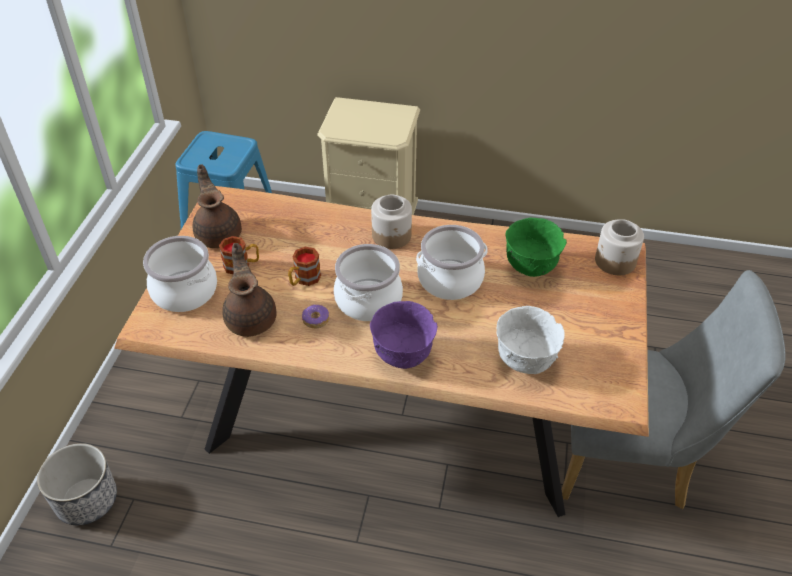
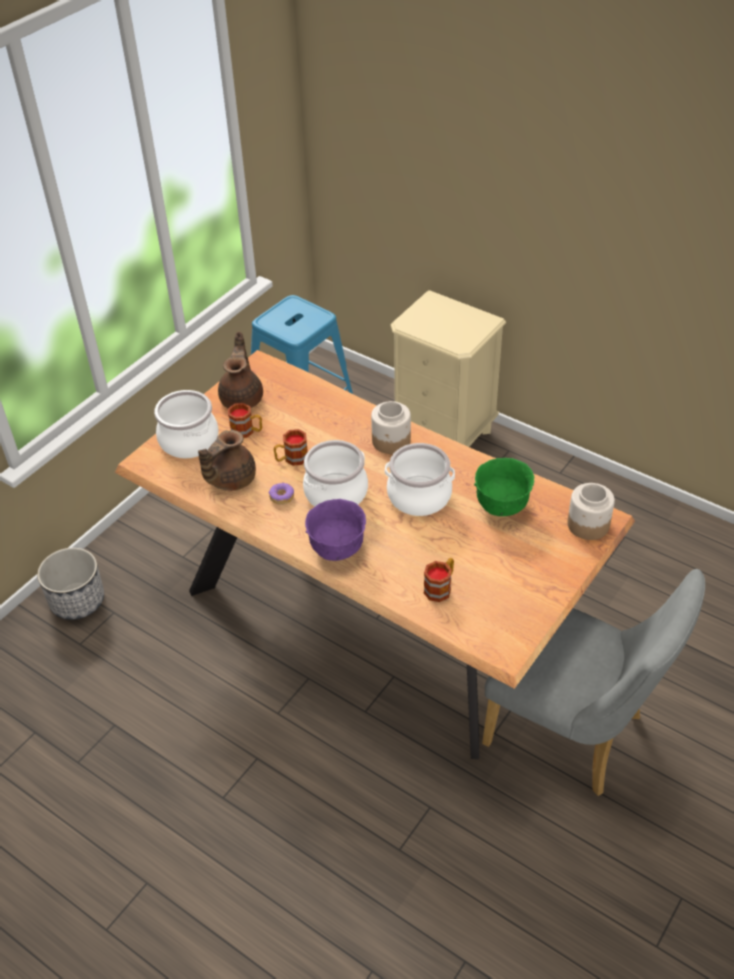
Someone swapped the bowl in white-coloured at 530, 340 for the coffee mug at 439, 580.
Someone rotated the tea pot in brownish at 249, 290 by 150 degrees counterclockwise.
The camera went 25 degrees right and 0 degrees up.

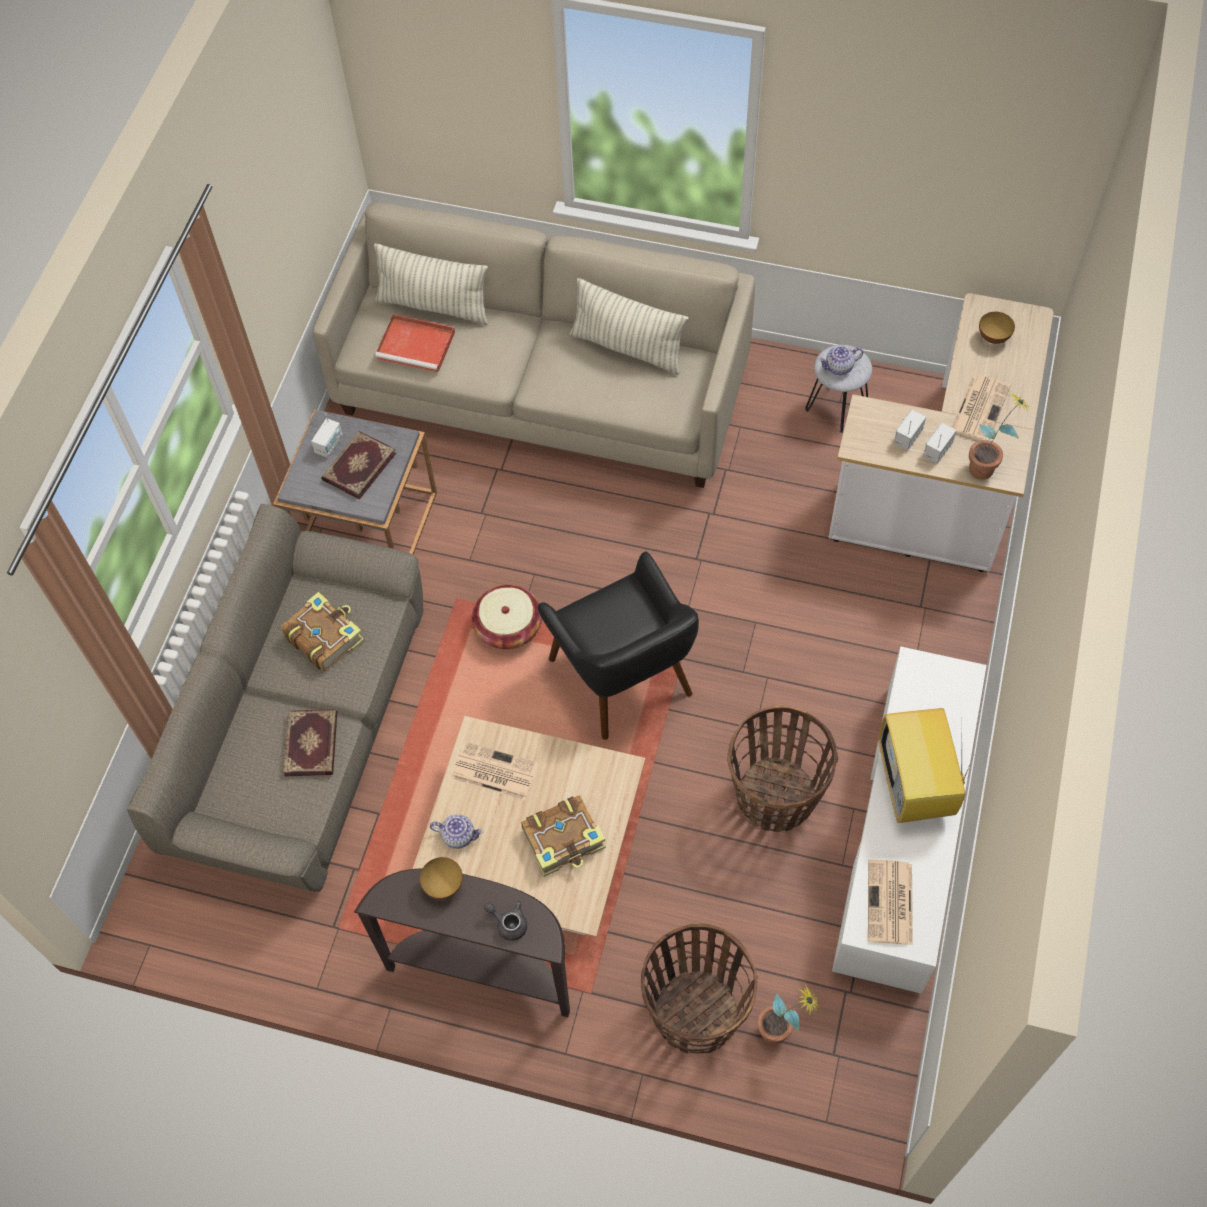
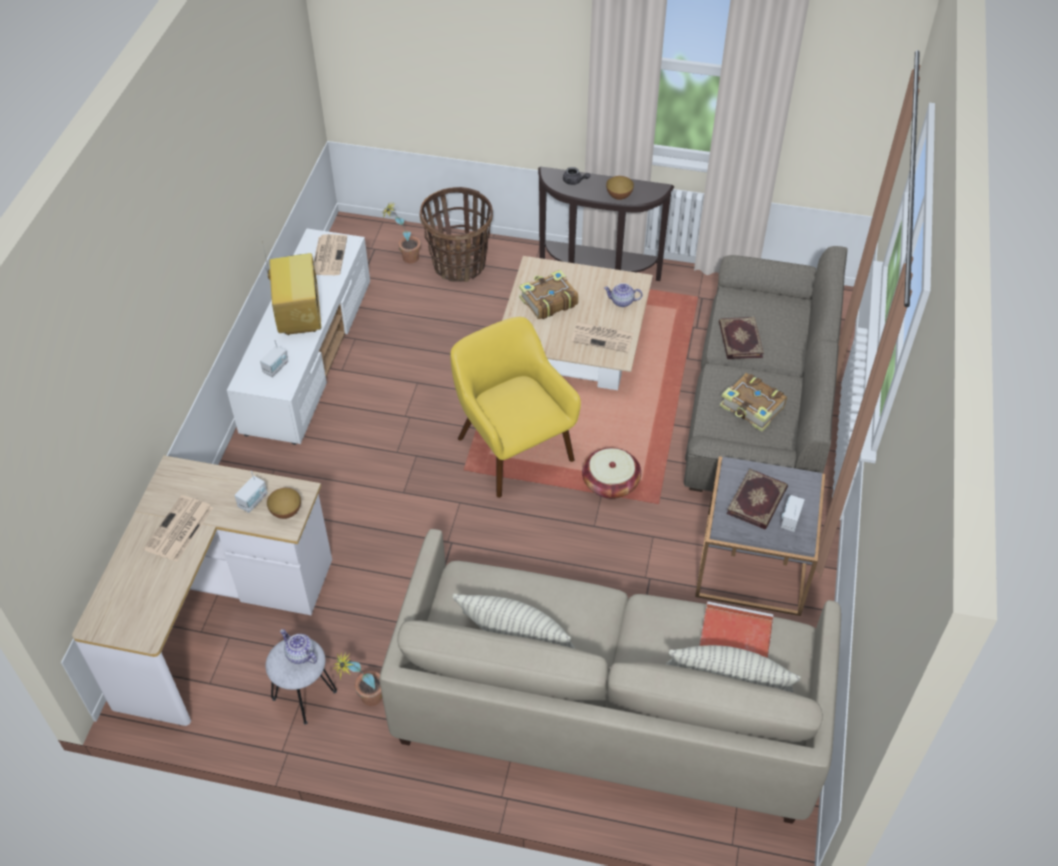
Someone took away the basket at 783, 768.
Someone carried the radio set from 939, 443 to 274, 358.
Someone carried the houseplant from 1000, 436 to 357, 679.
Someone carried the bowl from 997, 328 to 284, 503.
Someone repainted the easy chair in black-coloured at 618, 646, which became the easy chair in yellow-coloured at 515, 407.
Someone rotated the tea pot at 841, 360 by 120 degrees counterclockwise.
The camera went 175 degrees right and 10 degrees down.

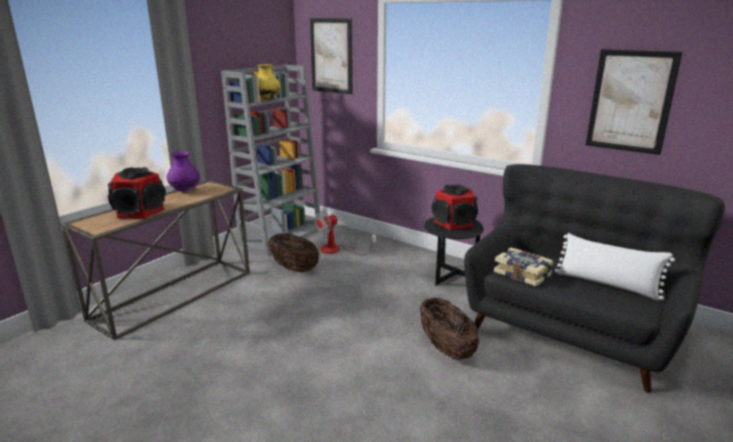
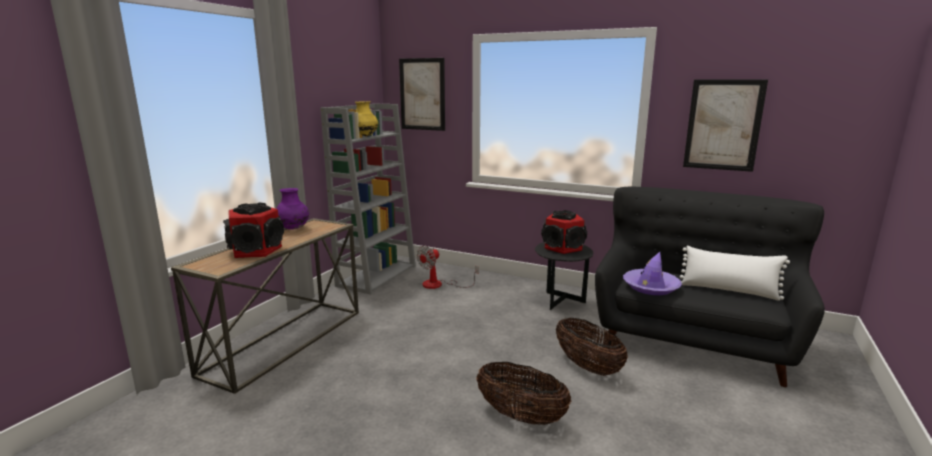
Someone carried the basket from 294, 252 to 523, 393.
Someone swapped the volume at 523, 266 for the wearable hat in purple-coloured at 652, 273.
The camera went 10 degrees left and 5 degrees down.

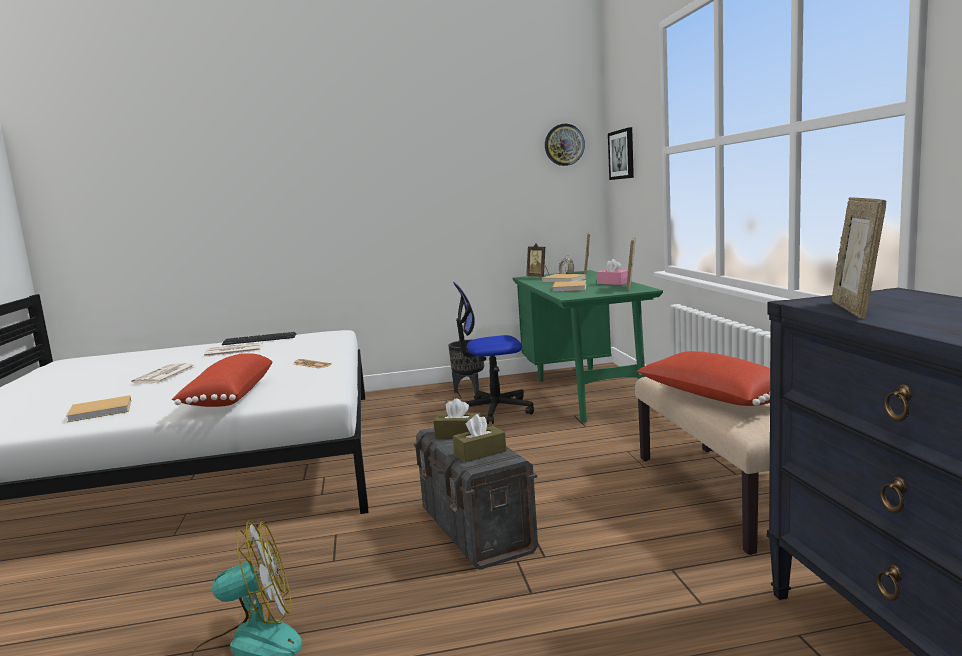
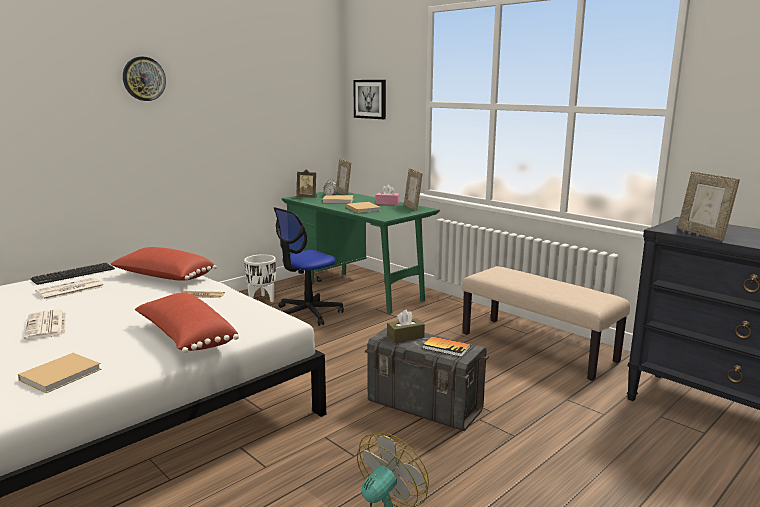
Someone carried the hanging clock from 565, 145 to 144, 79.
Someone carried the cushion in red-coloured from 703, 378 to 163, 264.
Someone swapped the tissue box in brownish at 479, 438 for the volume at 446, 346.
Someone repainted the plant pot in black-coloured at 466, 367, which became the plant pot in white-coloured at 260, 278.
The camera went 35 degrees left and 5 degrees up.

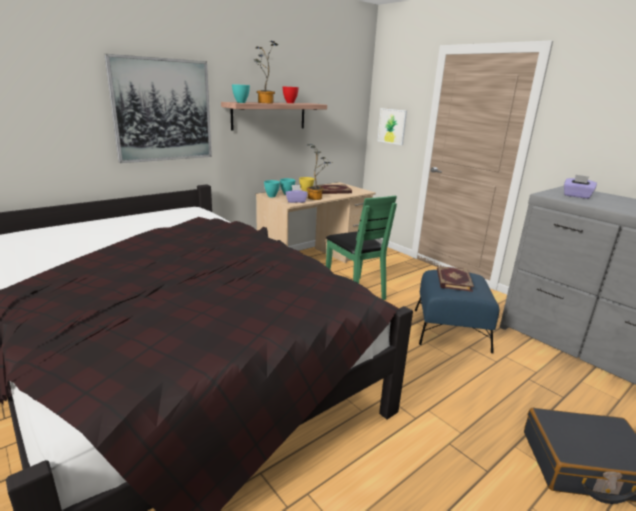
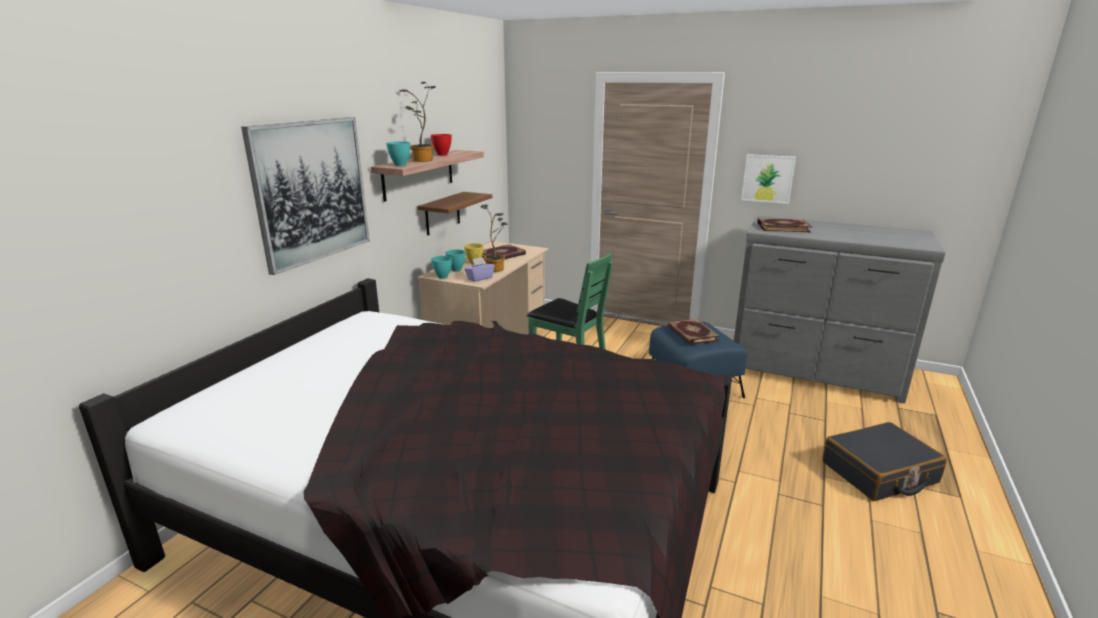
Someone put up the bracket shelf in brownish at 454, 214.
Someone carried the wall art from 392, 126 to 768, 179.
Someone swapped the tissue box in purple-coloured at 580, 187 for the volume at 784, 225.
The camera went 25 degrees left and 0 degrees up.

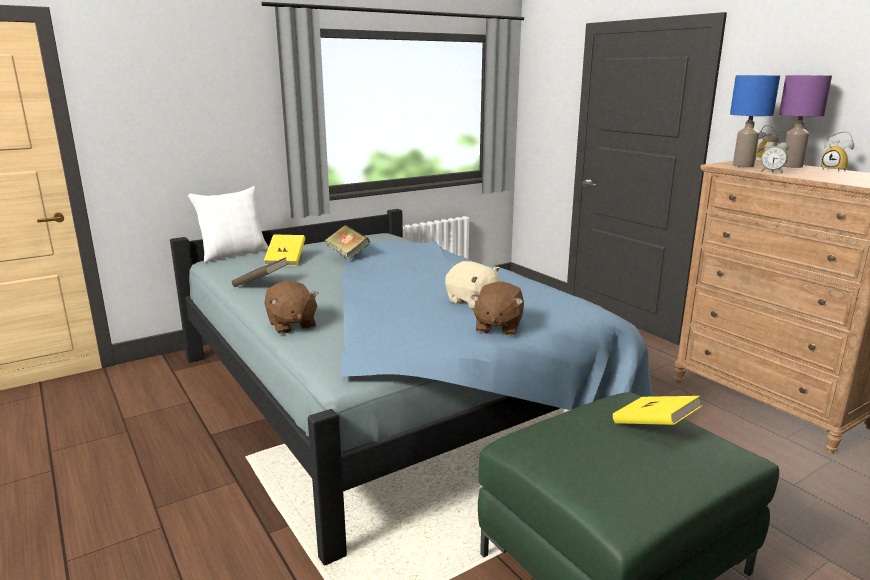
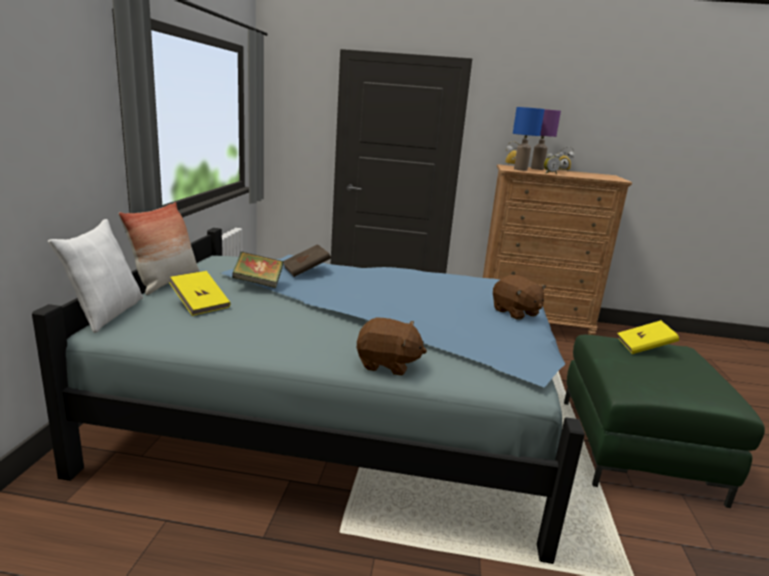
Someone took away the plush toy in sand-coloured at 472, 284.
Someone put down the cushion at 158, 248.
Someone carried the volume in brownish from 260, 272 to 307, 260.
The camera went 50 degrees left and 0 degrees up.

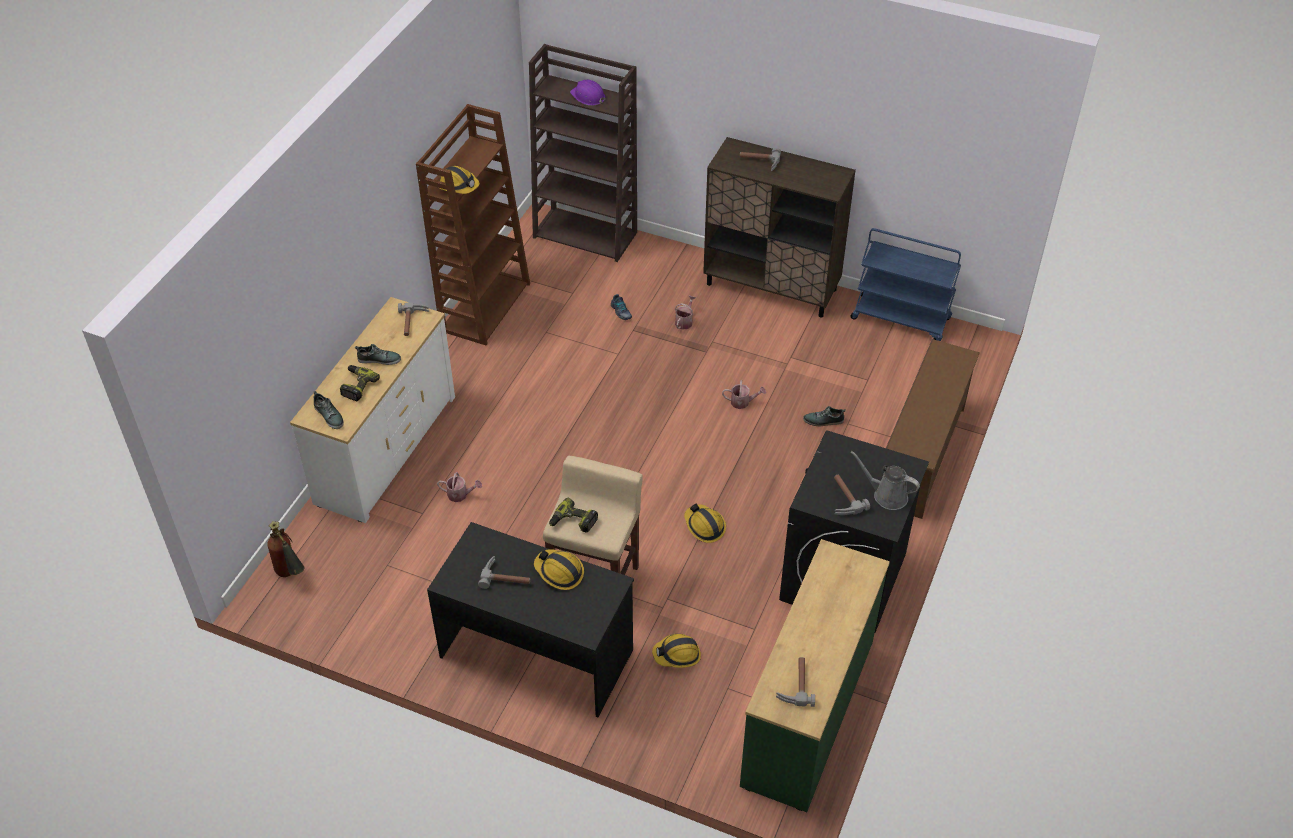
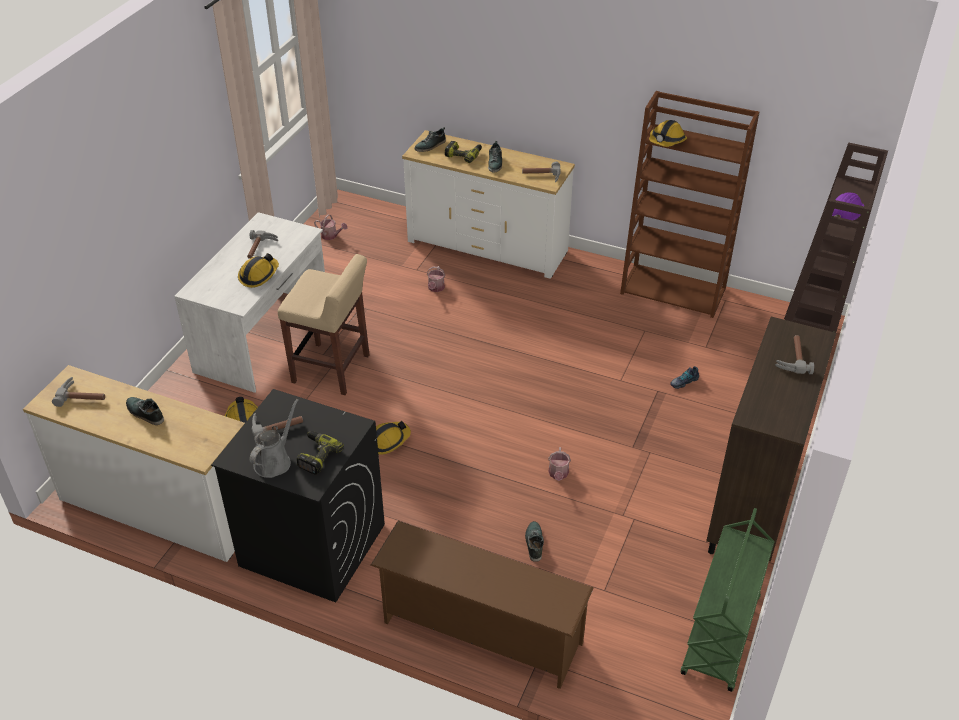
Someone took away the fire-fighting cylinder at 286, 549.
Someone put down the shoe at 145, 411.
Someone carried the electric drill from 573, 515 to 320, 453.
Someone carried the watering pot from 685, 312 to 331, 227.
Someone repainted the desk in black-coloured at 530, 619, which became the desk in white-coloured at 249, 302.
Someone repainted the chest of drawers in green-coloured at 815, 675, which became the chest of drawers in white-coloured at 134, 463.
Someone repainted the cart in blue-coloured at 906, 284, which became the cart in green-coloured at 728, 600.
The camera went 90 degrees right and 5 degrees down.

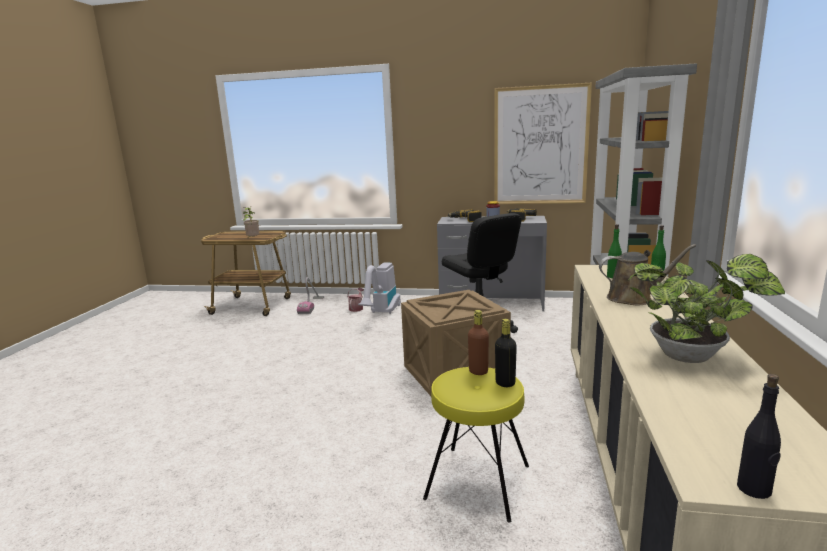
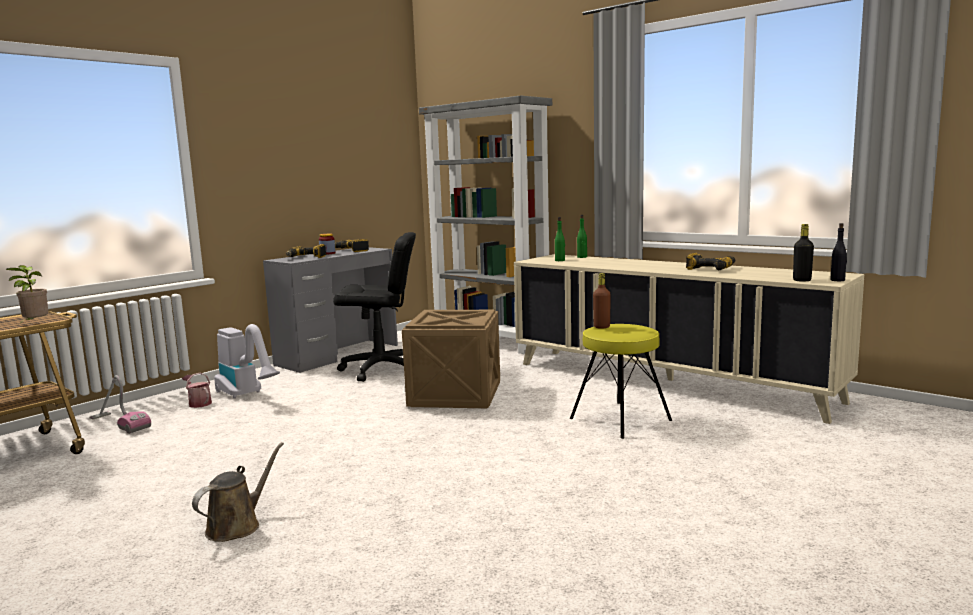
Someone took away the wall art at 543, 143.
Someone carried the drink bottle in black-coloured from 506, 353 to 803, 253.
Someone carried the watering pot in brownish from 647, 274 to 238, 492.
Someone swapped the houseplant at 707, 308 for the electric drill at 710, 261.
The camera went 60 degrees left and 5 degrees down.

